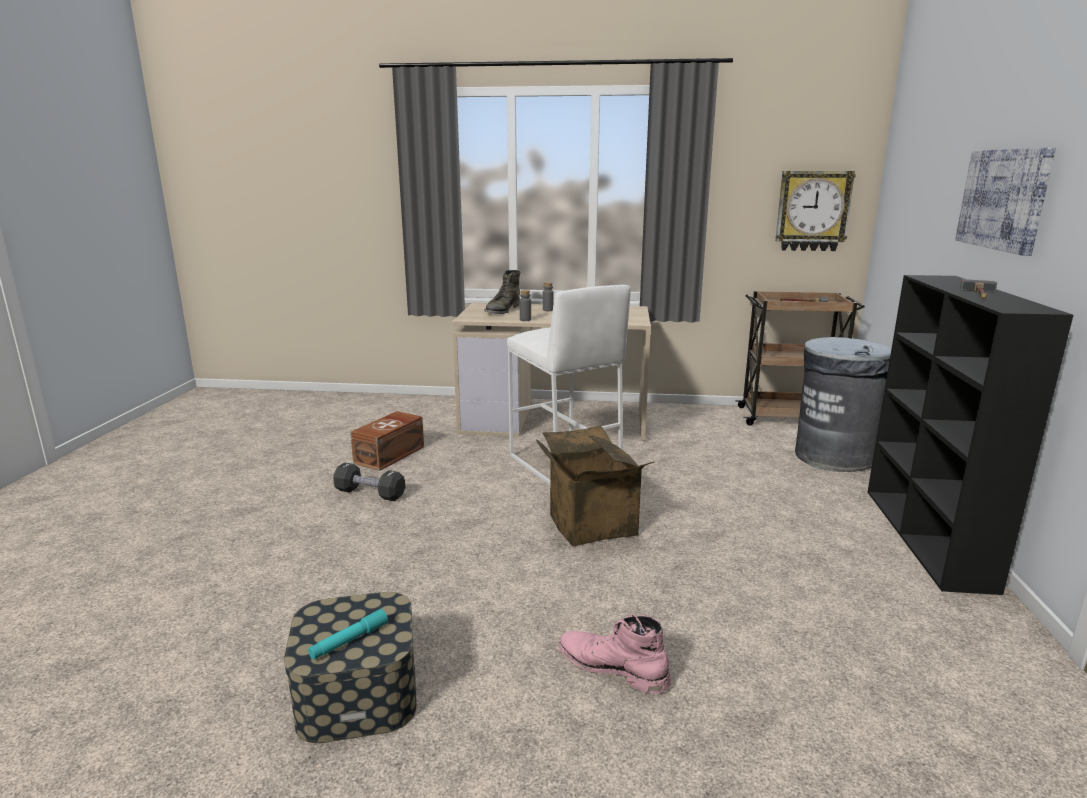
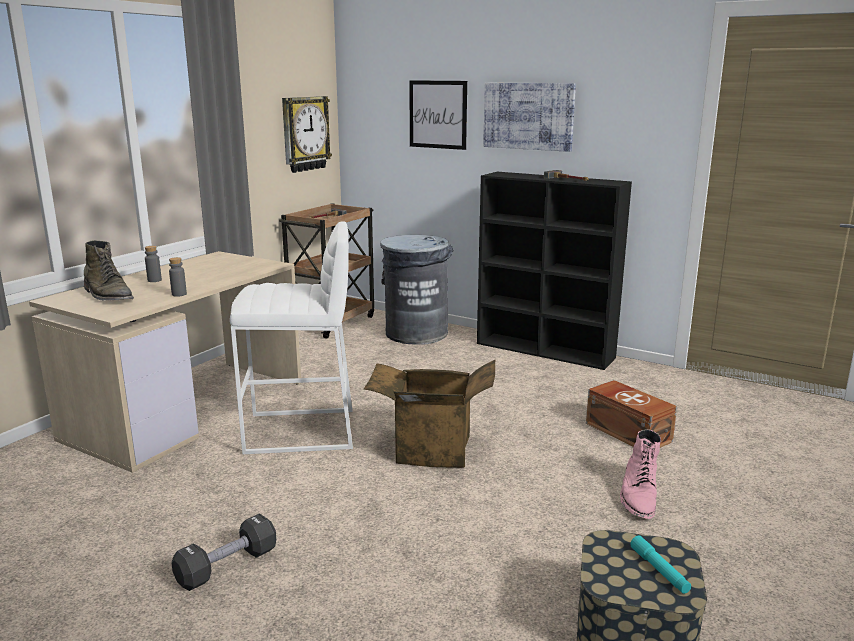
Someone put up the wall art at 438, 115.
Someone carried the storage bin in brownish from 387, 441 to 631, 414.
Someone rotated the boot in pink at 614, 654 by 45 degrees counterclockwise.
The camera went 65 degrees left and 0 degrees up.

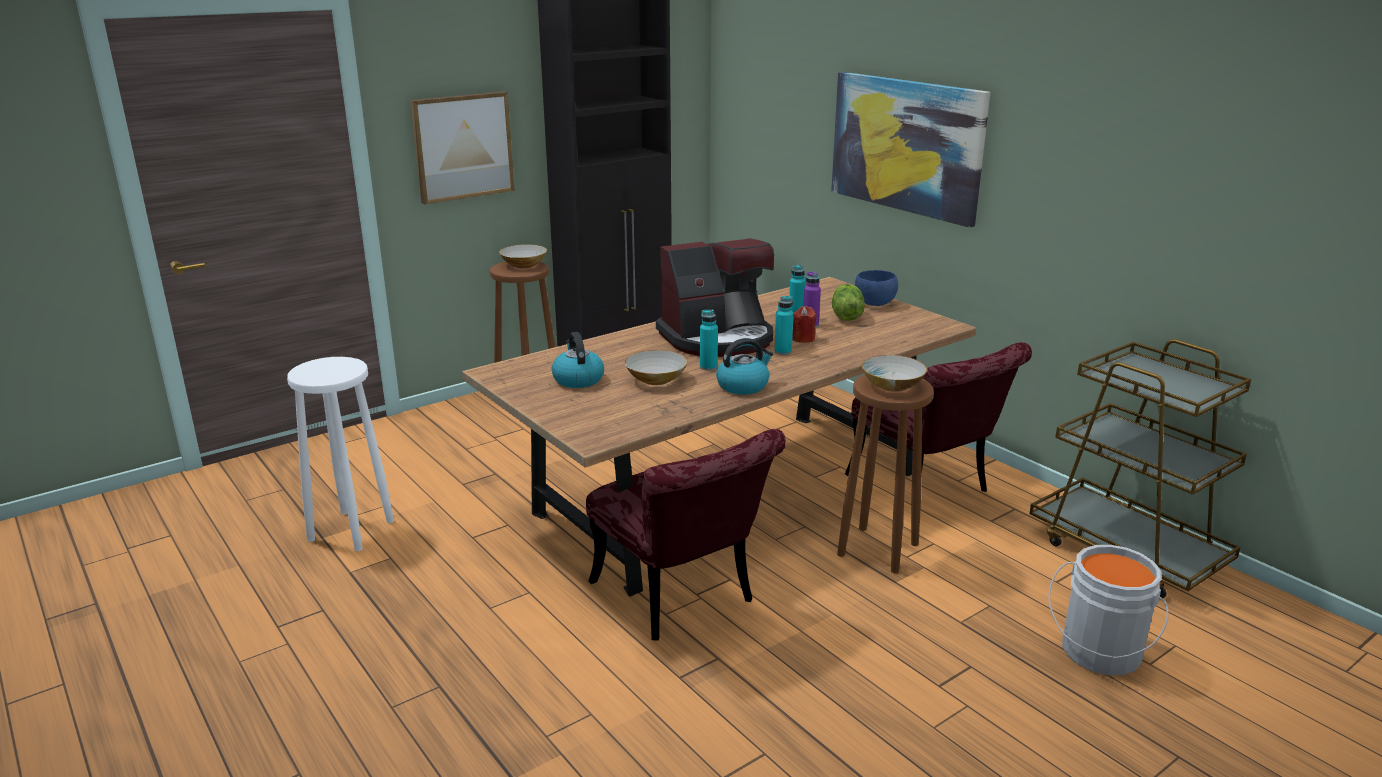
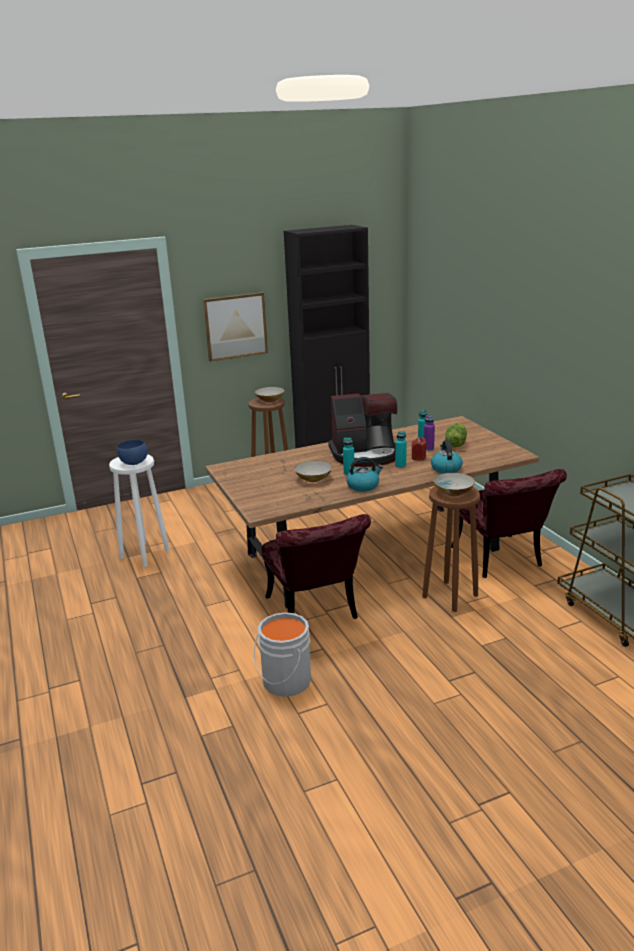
Someone took away the wall art at 910, 150.
Someone carried the kettle from 578, 360 to 447, 457.
Someone carried the bowl in blue-coloured from 876, 288 to 132, 452.
Someone carried the bucket in greyish from 1108, 610 to 282, 654.
The camera went 15 degrees right and 0 degrees up.

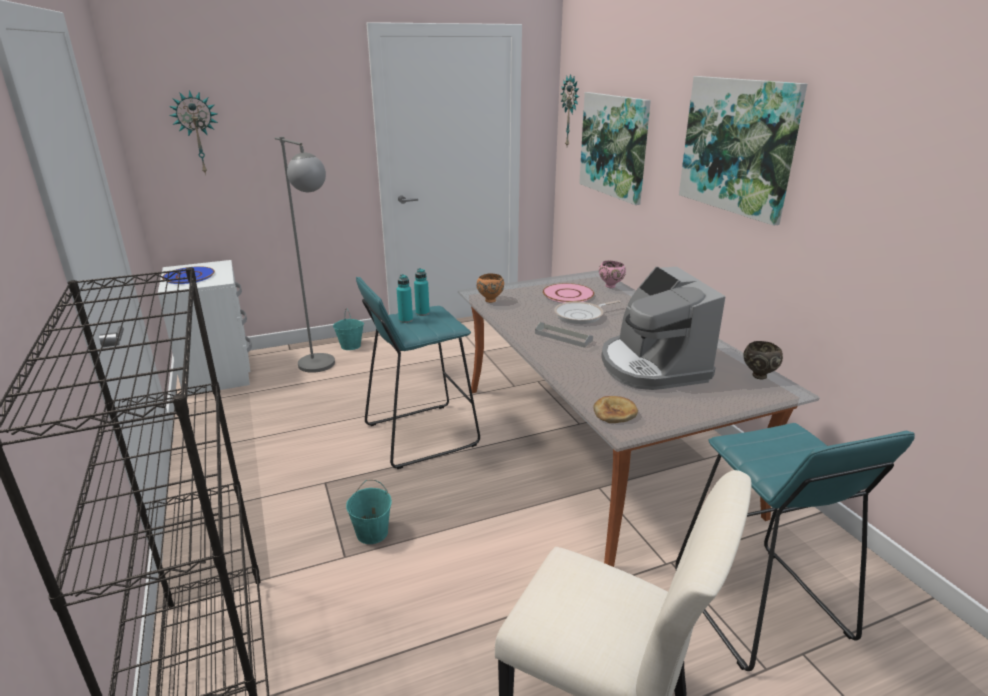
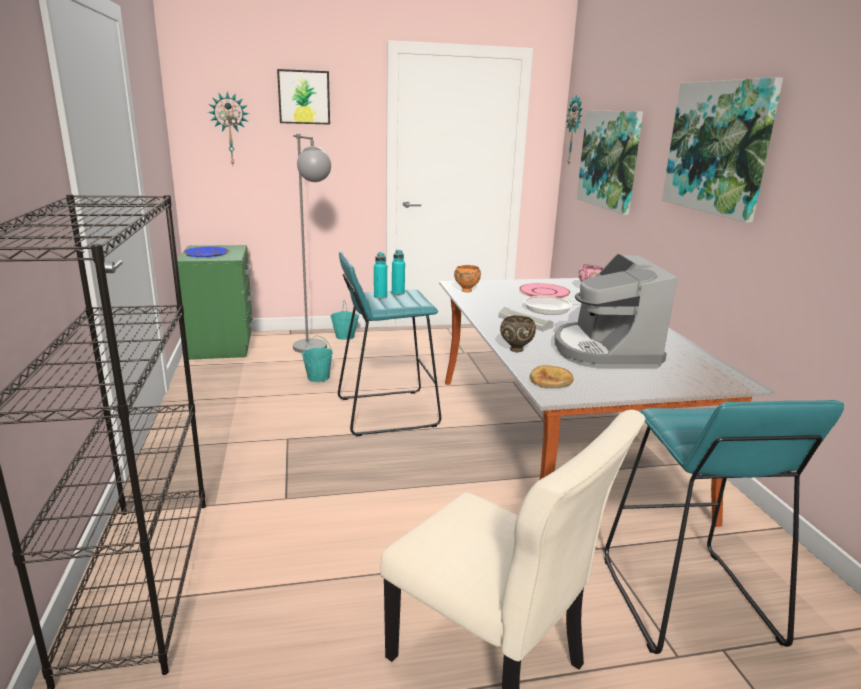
Someone put up the wall art at 303, 97.
Someone carried the bucket in blue-green from 369, 512 to 317, 358.
Someone carried the bowl in brownish from 763, 360 to 518, 333.
Someone repainted the night table in white-coloured at 205, 327, which became the night table in green-coloured at 216, 302.
The camera went 10 degrees right and 5 degrees down.

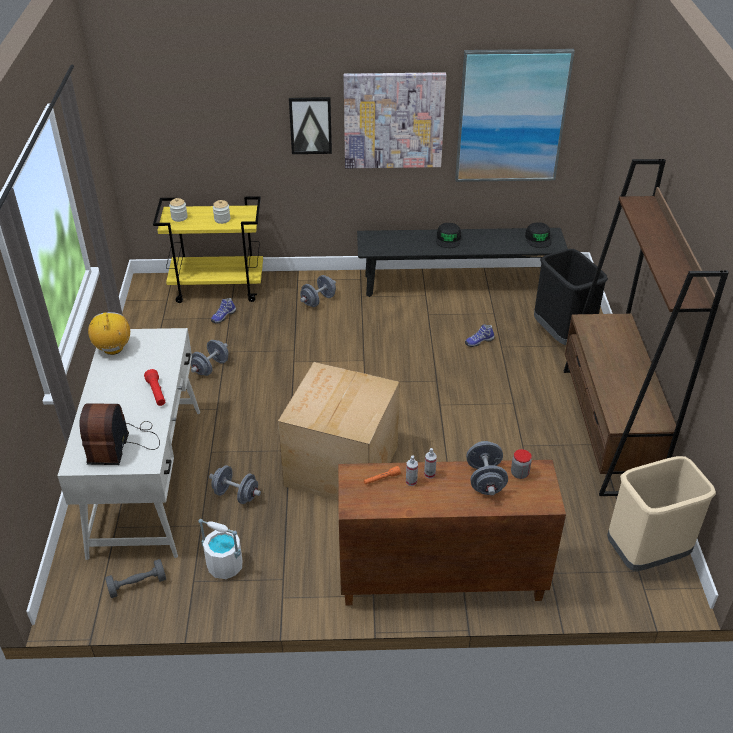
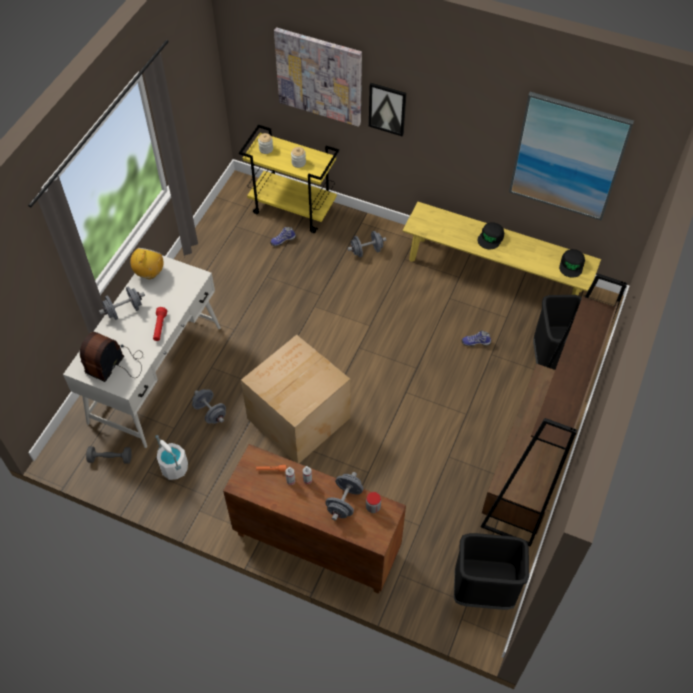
Someone carried the dumbbell in greyish from 210, 358 to 122, 303.
Someone carried the wall art from 394, 120 to 318, 77.
Someone repainted the long seat in black-coloured at 462, 262, which became the long seat in yellow-coloured at 502, 249.
Someone repainted the rubbish bin in sand-coloured at 661, 513, which became the rubbish bin in black-coloured at 491, 571.
The camera went 25 degrees right and 15 degrees up.

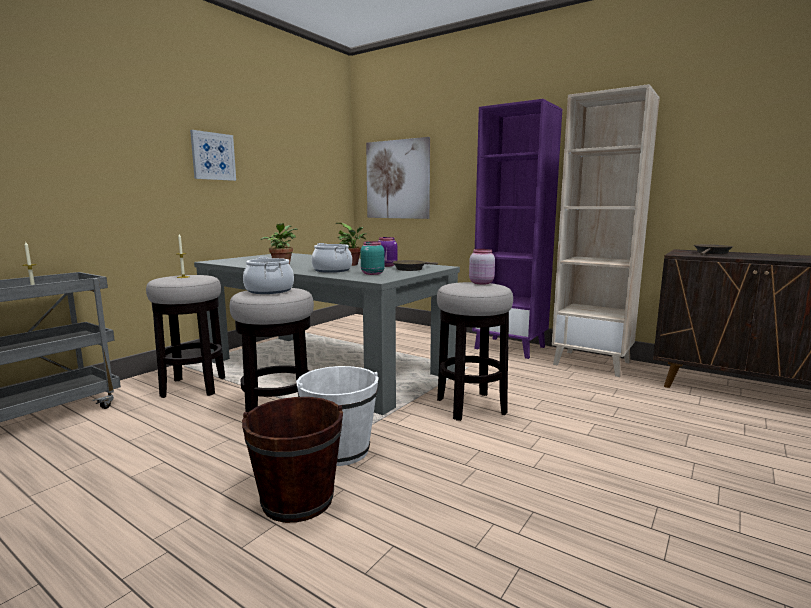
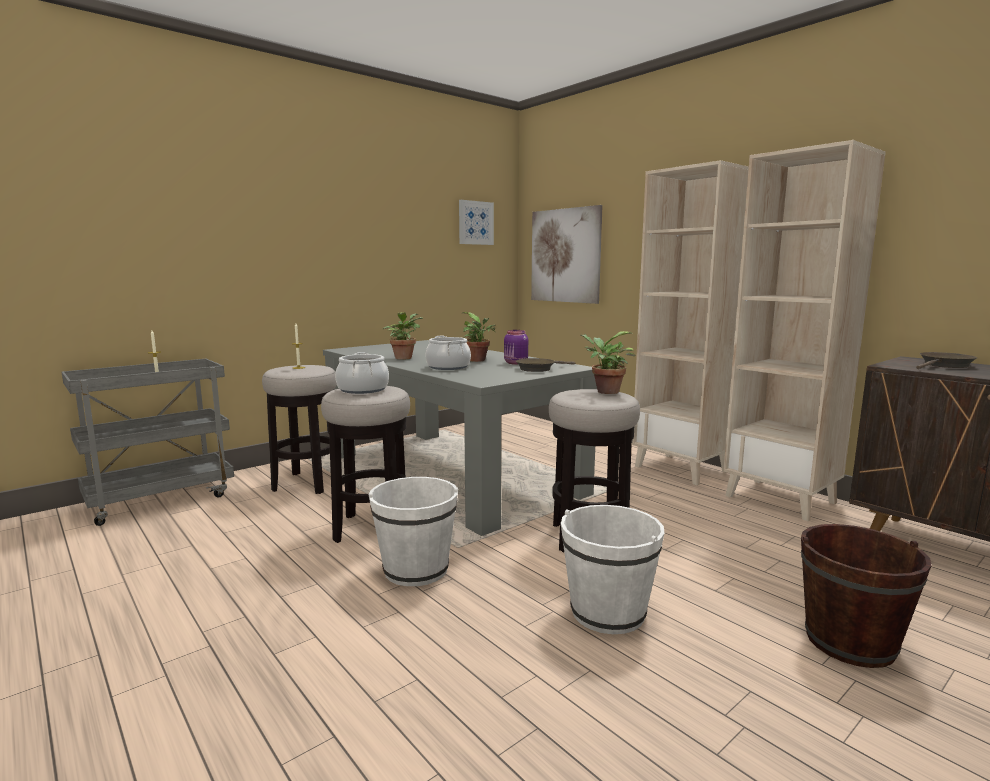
Someone took away the storage jar in blue-green at 372, 258.
Someone put down the bucket in white-coloured at 613, 569.
Someone carried the wall art from 213, 155 to 476, 222.
Someone carried the bucket in brownish from 292, 460 to 866, 596.
Someone swapped the storage jar in pink at 482, 267 for the houseplant at 607, 362.
Someone repainted the bookcase in purple-coloured at 517, 229, which became the bookcase in sand-coloured at 690, 322.
The camera went 15 degrees right and 0 degrees up.

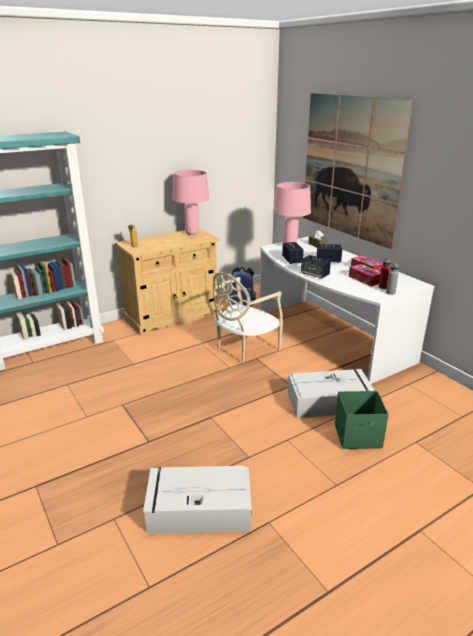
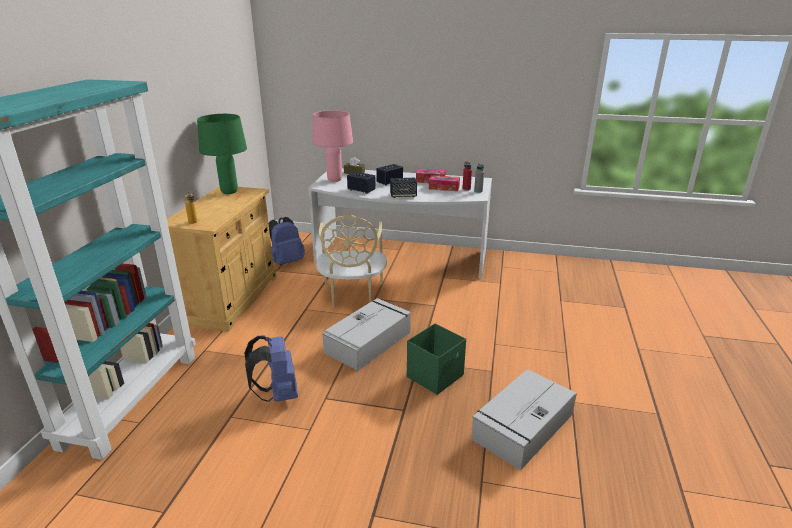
Someone took away the wall art at 358, 171.
Someone put down the knapsack in blue-coloured at 271, 369.
Someone carried the storage bin in greyish from 331, 393 to 366, 334.
Someone carried the storage bin in green-coloured from 362, 420 to 436, 359.
Someone repainted the tabletop lamp in pink at 190, 202, which became the tabletop lamp in green-coloured at 222, 154.
The camera went 45 degrees left and 0 degrees up.

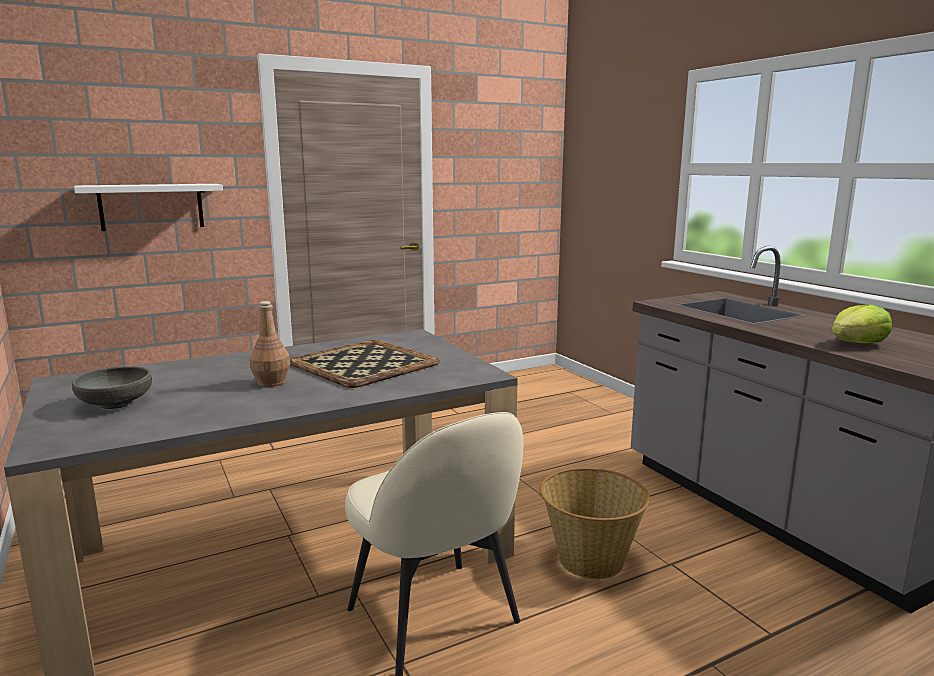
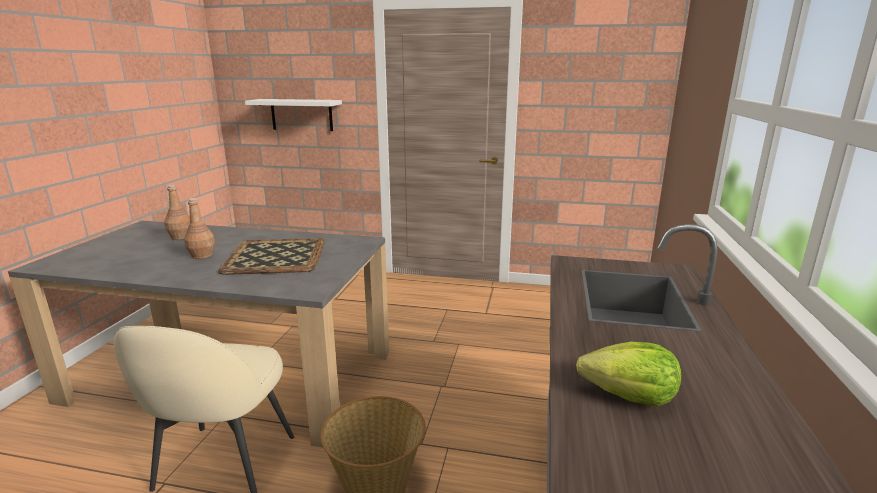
Someone took away the bowl in greyish at 112, 387.
Someone put down the drink bottle in brownish at 177, 212.
The camera went 40 degrees right and 5 degrees up.

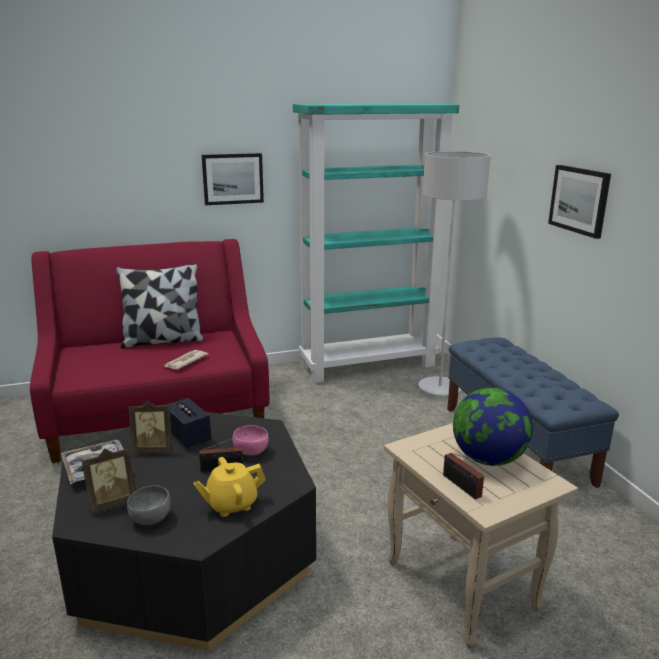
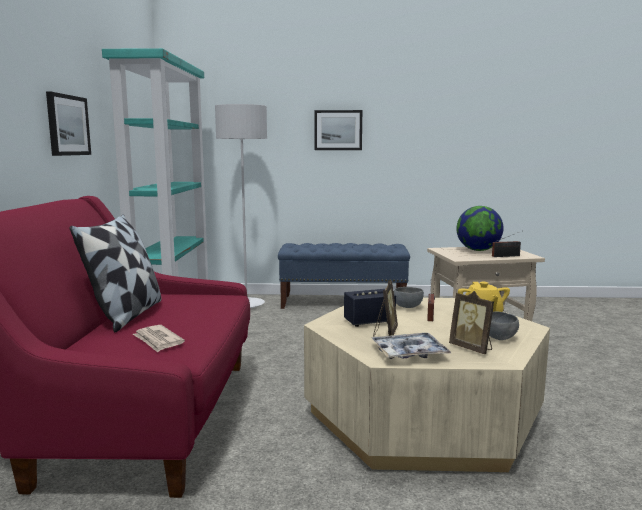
Someone carried the daily paper from 186, 360 to 159, 338.
Someone repainted the lounge table in black-coloured at 184, 531, which became the lounge table in sand-coloured at 427, 385.
Someone repainted the bowl in pink at 250, 440, which became the bowl in greyish at 409, 297.
Someone rotated the standing frame at 109, 480 by 150 degrees clockwise.
The camera went 70 degrees left and 10 degrees down.

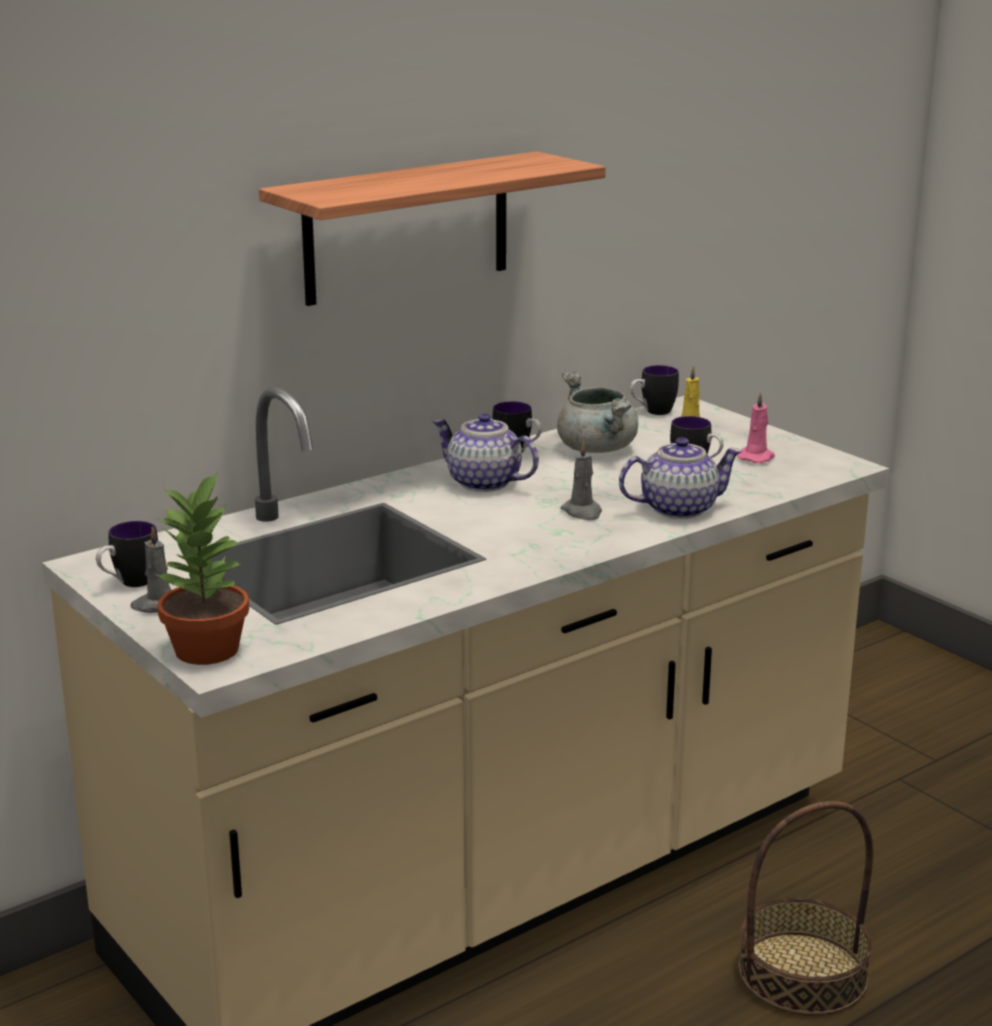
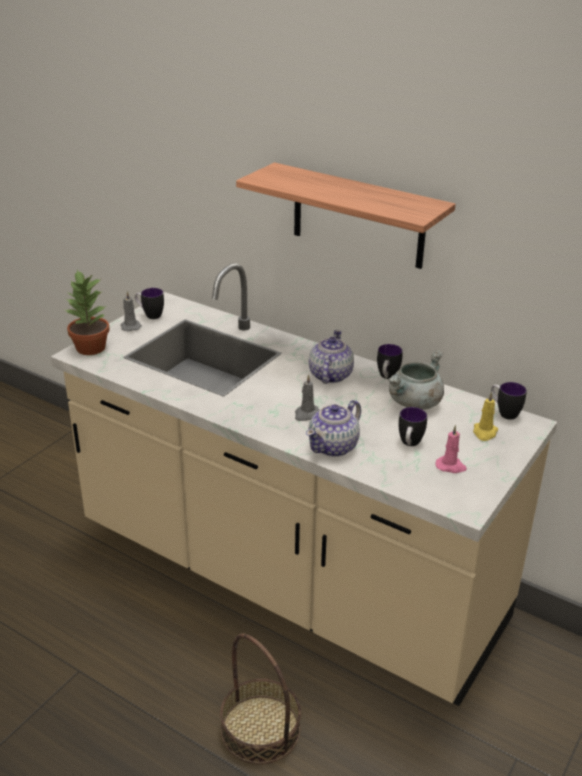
Someone rotated the tea pot at 680, 478 by 75 degrees clockwise.
The camera went 70 degrees right and 10 degrees up.

